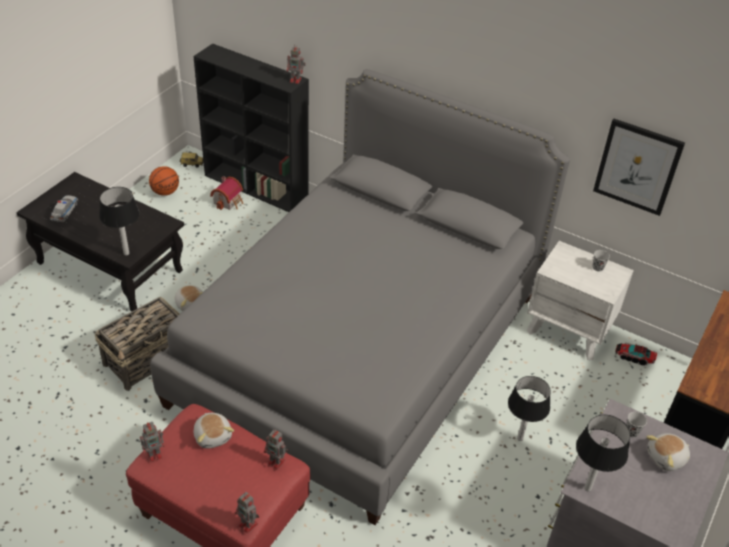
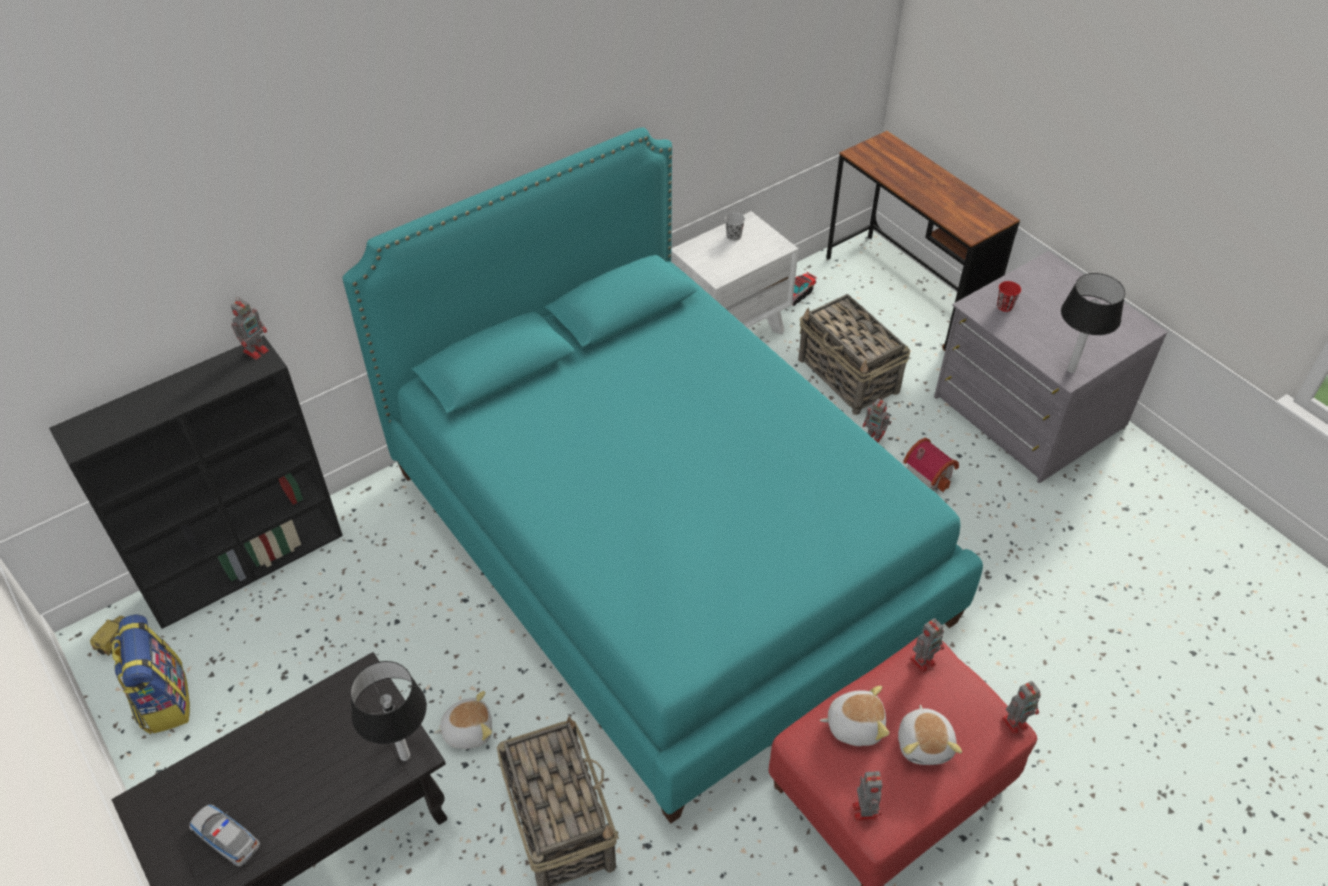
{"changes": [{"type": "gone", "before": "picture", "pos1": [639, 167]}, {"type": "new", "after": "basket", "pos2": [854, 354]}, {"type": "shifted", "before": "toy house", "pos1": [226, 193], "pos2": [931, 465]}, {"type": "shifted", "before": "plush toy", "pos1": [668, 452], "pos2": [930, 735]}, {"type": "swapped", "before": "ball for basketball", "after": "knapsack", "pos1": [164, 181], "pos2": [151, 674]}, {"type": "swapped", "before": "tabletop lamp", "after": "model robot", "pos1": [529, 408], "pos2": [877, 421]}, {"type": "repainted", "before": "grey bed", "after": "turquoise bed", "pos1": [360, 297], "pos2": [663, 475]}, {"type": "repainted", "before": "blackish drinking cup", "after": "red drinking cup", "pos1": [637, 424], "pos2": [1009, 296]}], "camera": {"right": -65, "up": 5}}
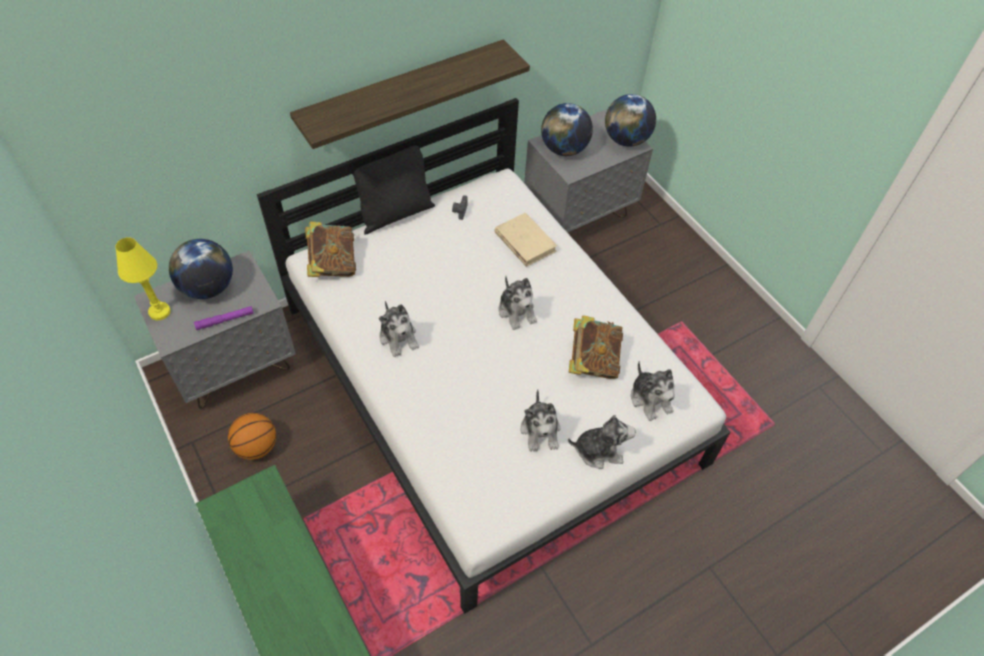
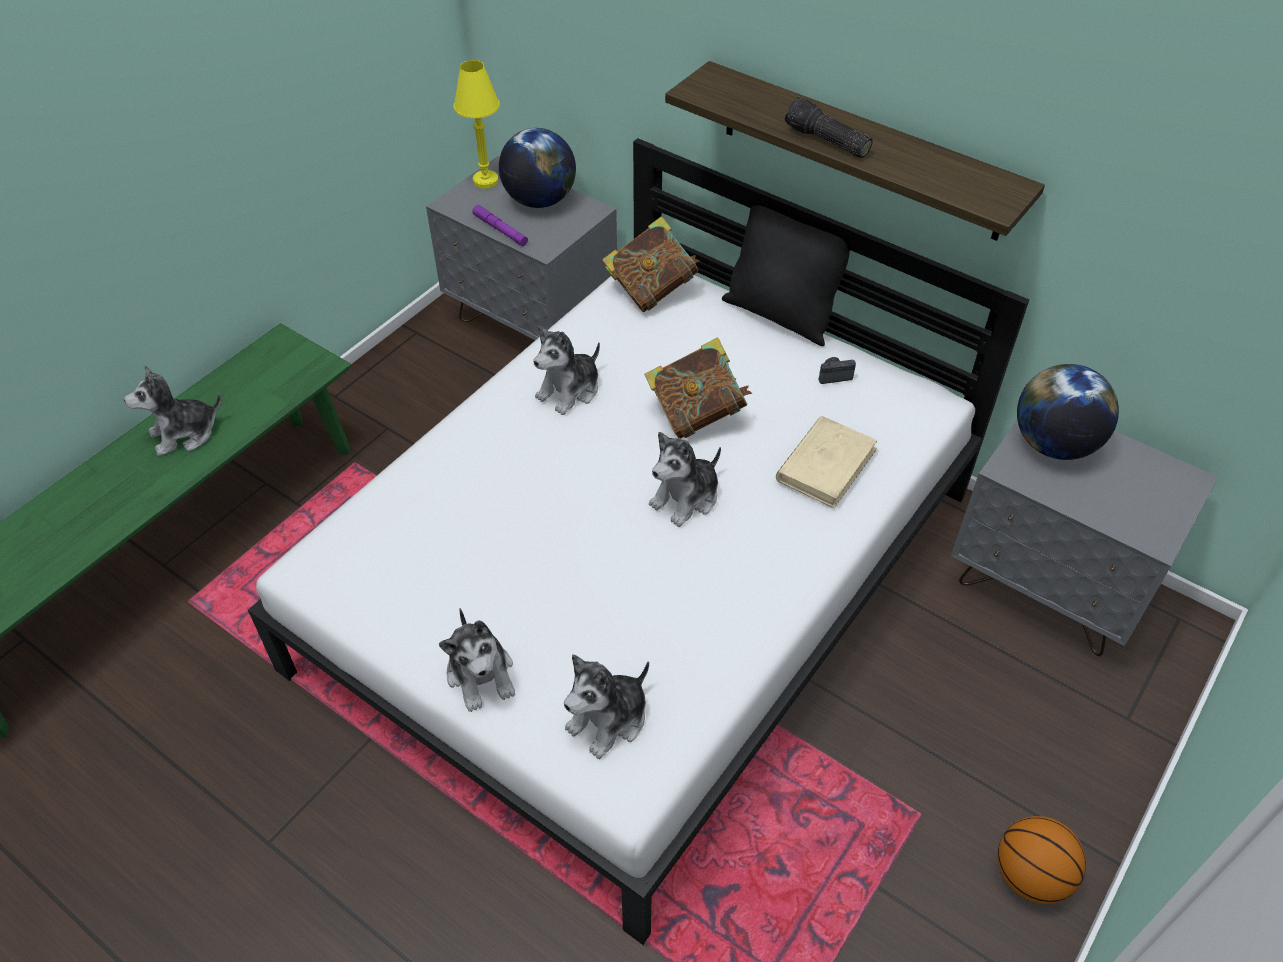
{"changes": [{"type": "gone", "before": "desk globe", "pos1": [630, 120]}, {"type": "new", "after": "hand torch", "pos2": [829, 127]}, {"type": "shifted", "before": "ball for basketball", "pos1": [252, 436], "pos2": [1042, 860]}, {"type": "shifted", "before": "plush toy", "pos1": [540, 421], "pos2": [173, 410]}, {"type": "shifted", "before": "volume", "pos1": [596, 347], "pos2": [698, 387]}], "camera": {"right": 70, "up": -5}}
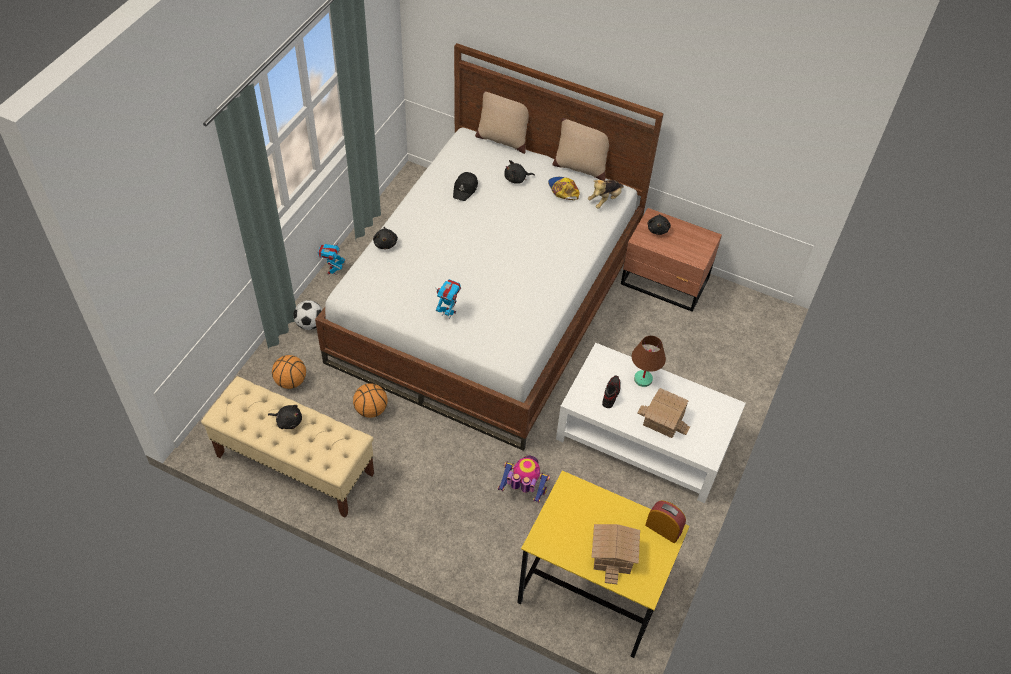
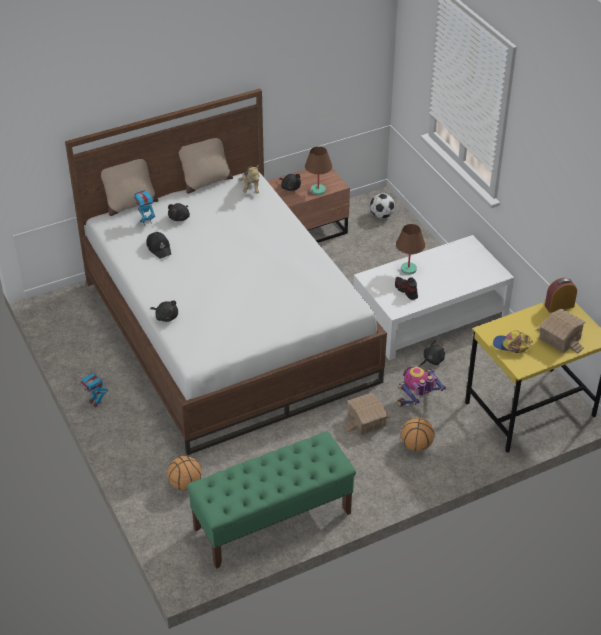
{"changes": [{"type": "new", "after": "brown tabletop lamp", "pos2": [318, 170]}, {"type": "shifted", "before": "blackish plush toy", "pos1": [285, 417], "pos2": [432, 354]}, {"type": "shifted", "before": "ball for football", "pos1": [307, 315], "pos2": [382, 206]}, {"type": "shifted", "before": "ball for basketball", "pos1": [370, 400], "pos2": [418, 434]}, {"type": "shifted", "before": "model robot", "pos1": [448, 299], "pos2": [144, 207]}, {"type": "shifted", "before": "peaked cap", "pos1": [564, 188], "pos2": [513, 341]}, {"type": "shifted", "before": "toy house", "pos1": [663, 413], "pos2": [367, 414]}, {"type": "repainted", "before": "sand-coloured long seat", "after": "green-coloured long seat", "pos1": [287, 447], "pos2": [271, 500]}], "camera": {"right": -50, "up": -10}}
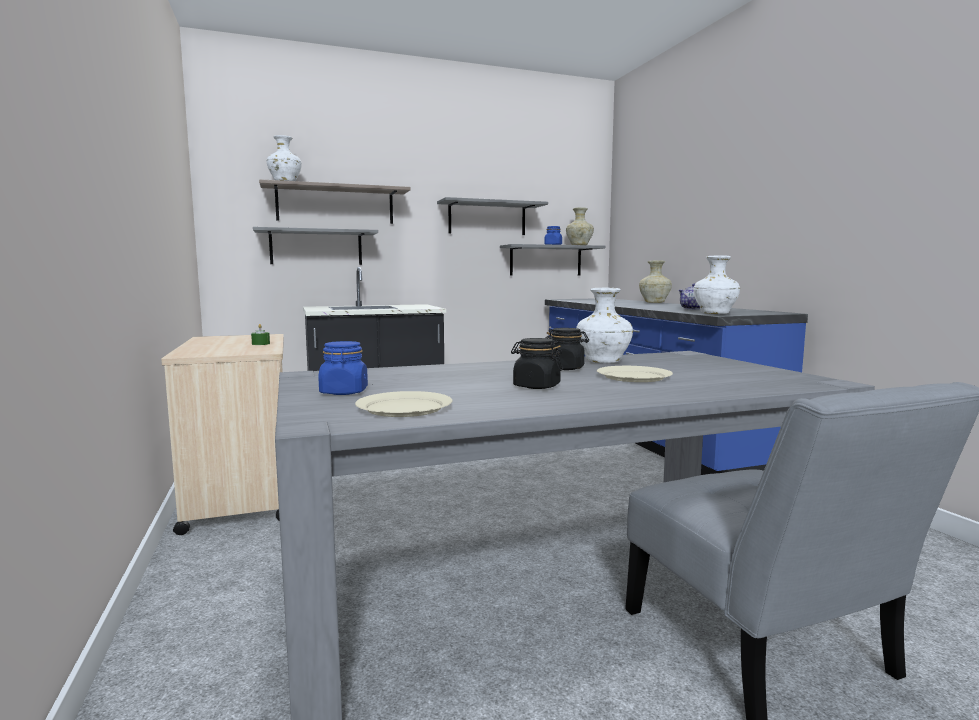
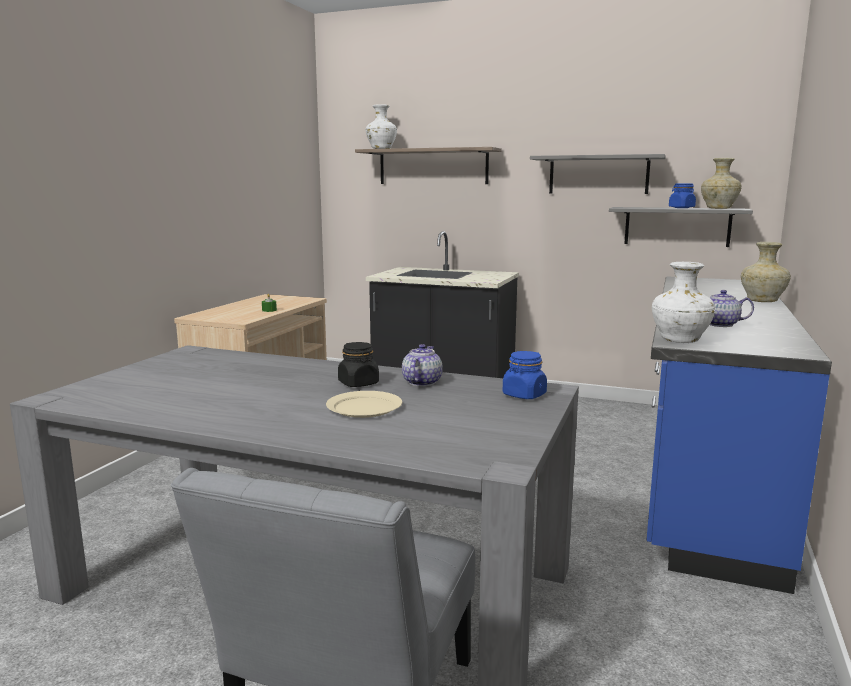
{"changes": [{"type": "gone", "before": "grey shelf", "pos1": [315, 246]}, {"type": "gone", "before": "sand-coloured plate", "pos1": [403, 404]}, {"type": "gone", "before": "blackish preserve jar", "pos1": [537, 363]}, {"type": "shifted", "before": "blue-coloured preserve jar", "pos1": [343, 368], "pos2": [525, 375]}, {"type": "swapped", "before": "white flower vase", "after": "tea pot", "pos1": [604, 325], "pos2": [422, 365]}], "camera": {"right": 40, "up": 5}}
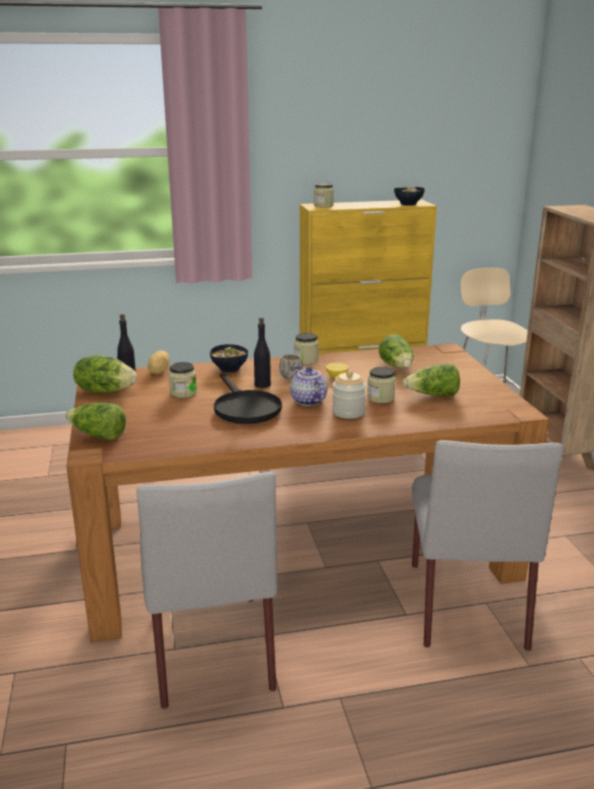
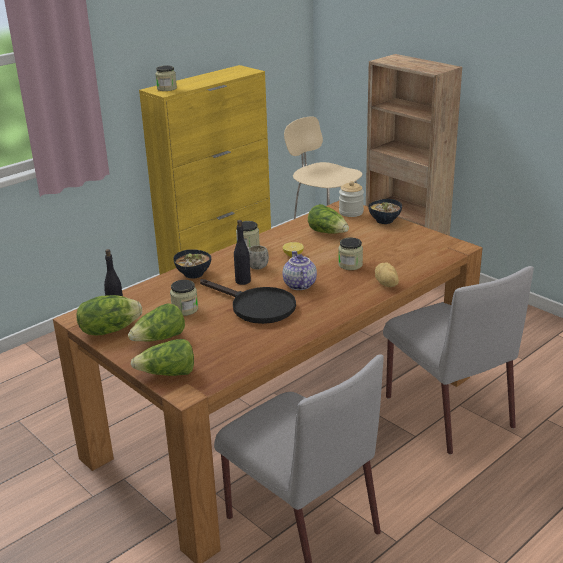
{"changes": [{"type": "shifted", "before": "spud", "pos1": [159, 362], "pos2": [387, 275]}, {"type": "shifted", "before": "preserve jar", "pos1": [349, 394], "pos2": [351, 199]}, {"type": "shifted", "before": "deep dish", "pos1": [409, 195], "pos2": [385, 211]}, {"type": "shifted", "before": "lettuce head", "pos1": [431, 380], "pos2": [156, 322]}, {"type": "rotated", "before": "tea pot", "pos1": [309, 386], "pos2": [300, 270], "turn": 45}], "camera": {"right": -30, "up": 5}}
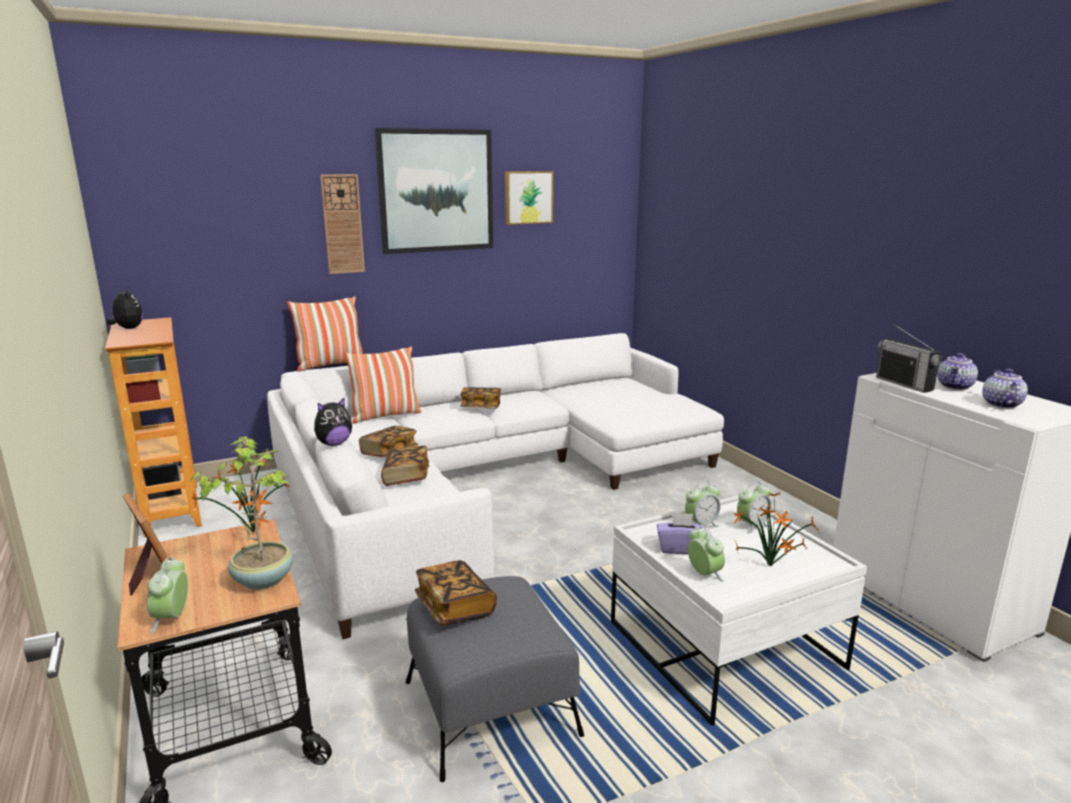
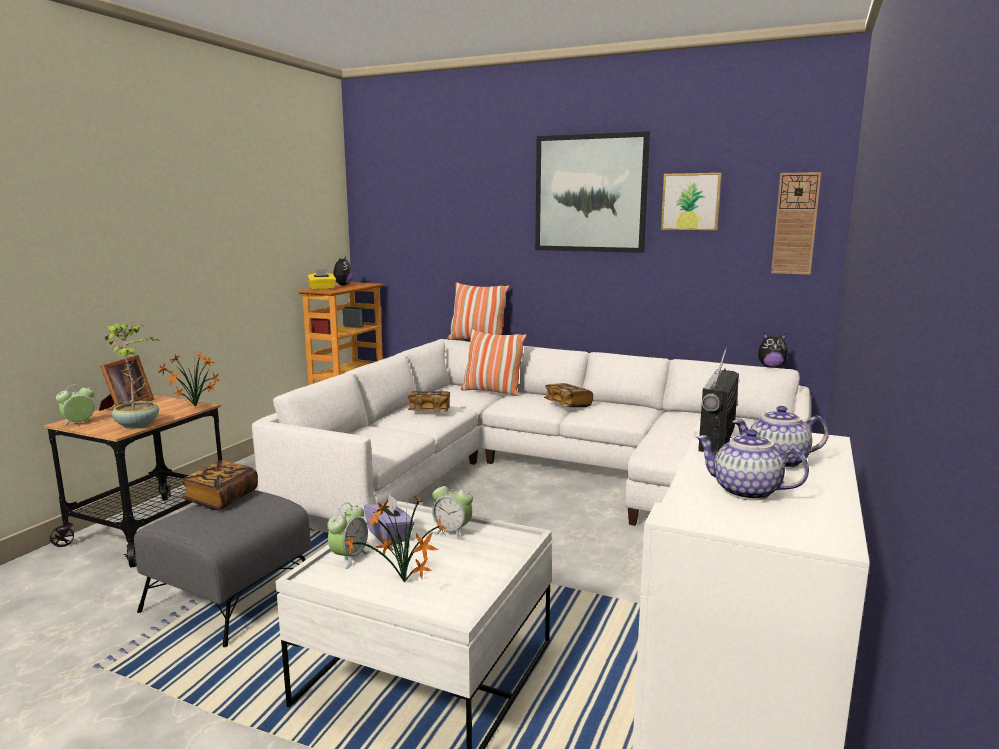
{"changes": [{"type": "gone", "before": "volume", "pos1": [405, 466]}, {"type": "gone", "before": "alarm clock", "pos1": [754, 507]}, {"type": "new", "after": "yellowish tissue holder", "pos2": [321, 279]}, {"type": "shifted", "before": "plush toy", "pos1": [333, 421], "pos2": [773, 350]}, {"type": "shifted", "before": "hanging clock", "pos1": [342, 224], "pos2": [796, 223]}, {"type": "rotated", "before": "tea pot", "pos1": [1005, 388], "pos2": [752, 464], "turn": -120}], "camera": {"right": 50, "up": -5}}
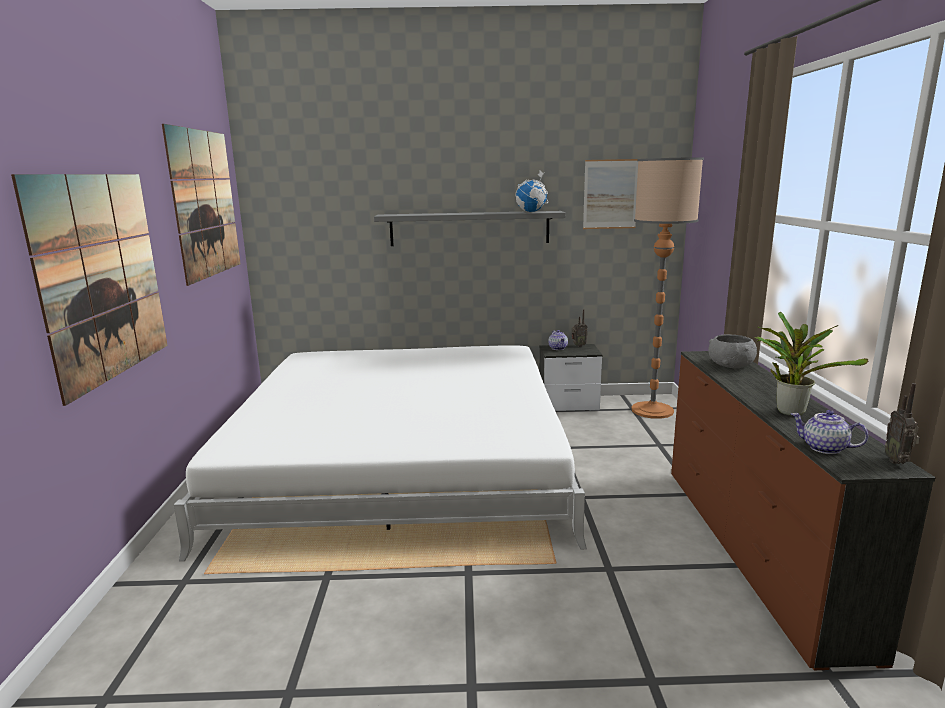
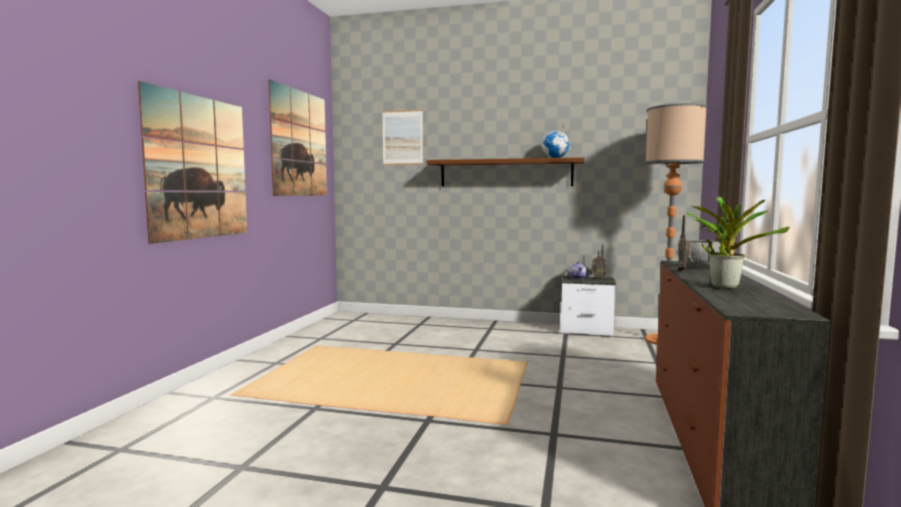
{"changes": [{"type": "gone", "before": "white bed", "pos1": [380, 453]}, {"type": "gone", "before": "tea pot", "pos1": [829, 432]}, {"type": "shifted", "before": "picture", "pos1": [610, 194], "pos2": [402, 137]}, {"type": "shifted", "before": "radio set", "pos1": [902, 423], "pos2": [685, 243]}, {"type": "repainted", "before": "grey shelf", "after": "brown shelf", "pos1": [470, 228], "pos2": [505, 172]}], "camera": {"right": 15, "up": -10}}
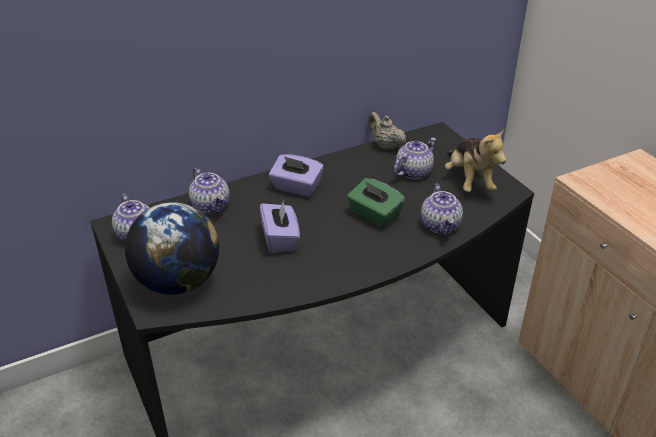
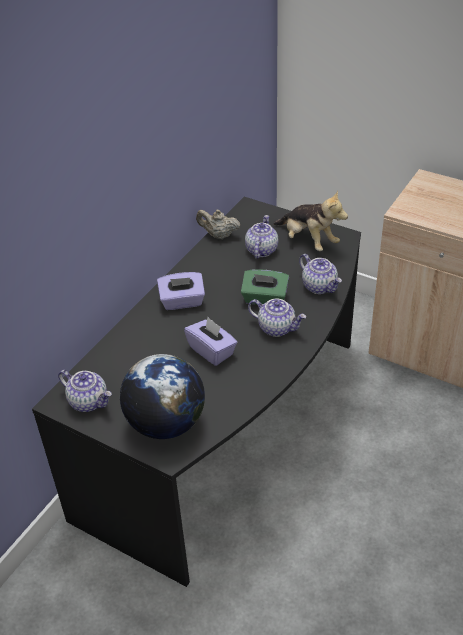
{"changes": [{"type": "shifted", "before": "tea pot", "pos1": [209, 191], "pos2": [277, 317]}], "camera": {"right": -30, "up": 5}}
